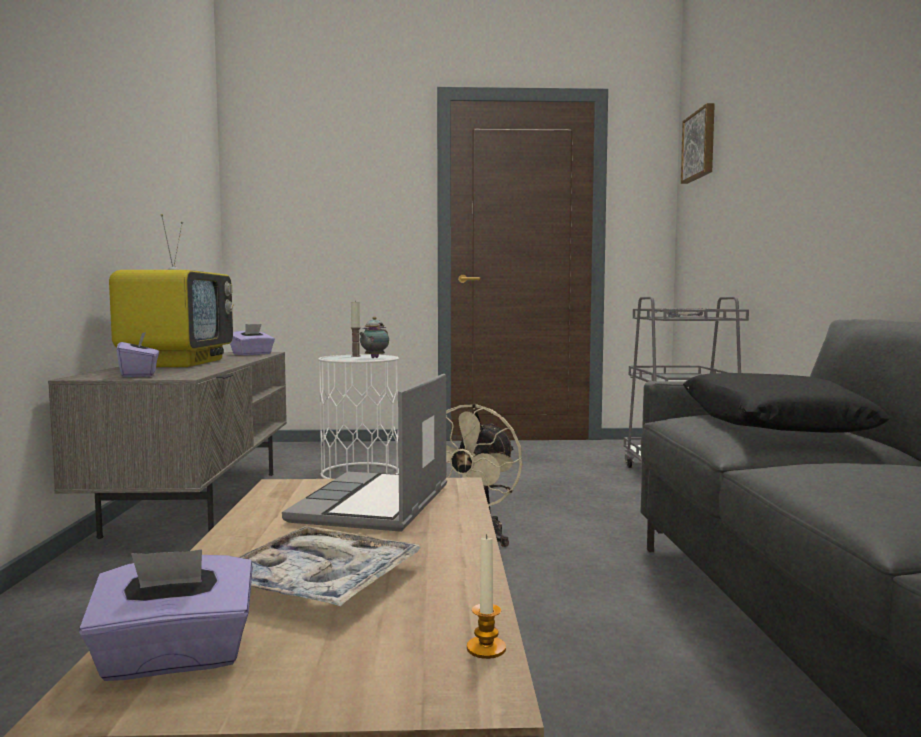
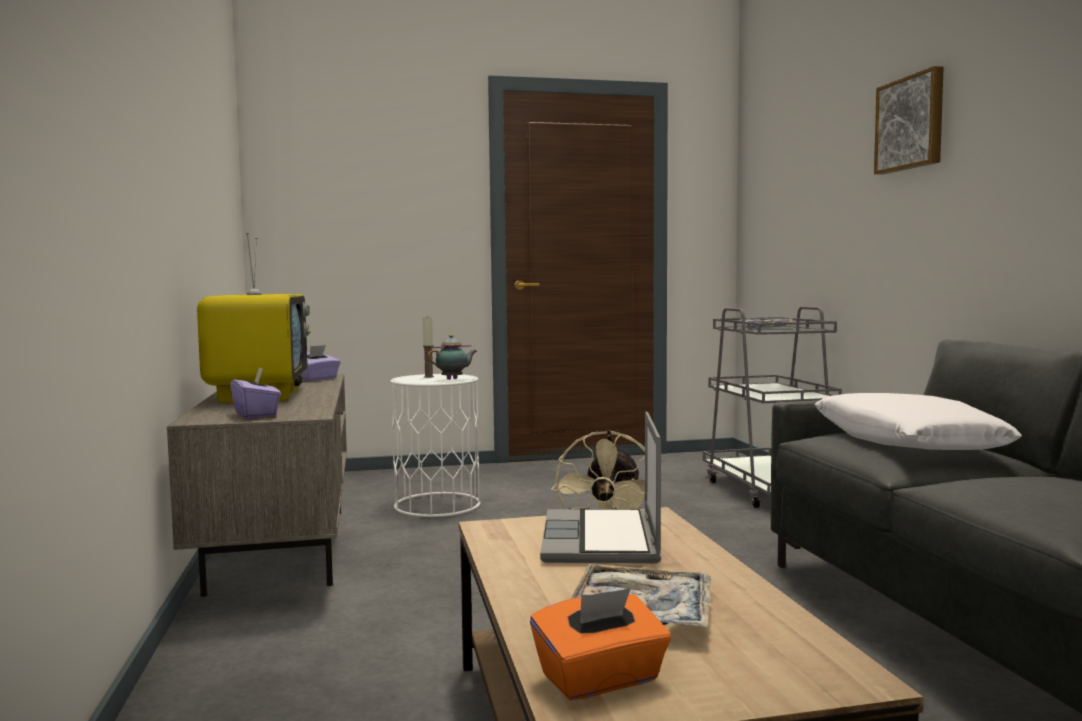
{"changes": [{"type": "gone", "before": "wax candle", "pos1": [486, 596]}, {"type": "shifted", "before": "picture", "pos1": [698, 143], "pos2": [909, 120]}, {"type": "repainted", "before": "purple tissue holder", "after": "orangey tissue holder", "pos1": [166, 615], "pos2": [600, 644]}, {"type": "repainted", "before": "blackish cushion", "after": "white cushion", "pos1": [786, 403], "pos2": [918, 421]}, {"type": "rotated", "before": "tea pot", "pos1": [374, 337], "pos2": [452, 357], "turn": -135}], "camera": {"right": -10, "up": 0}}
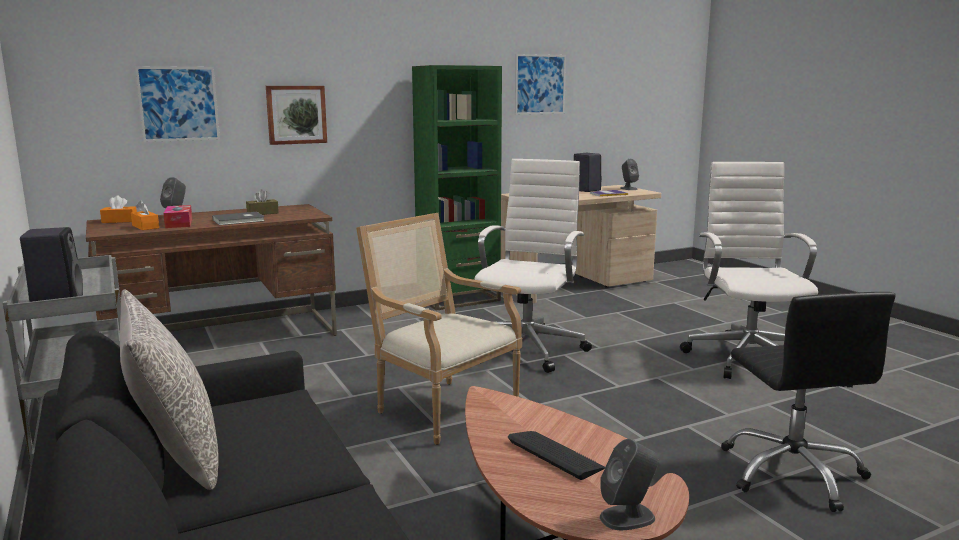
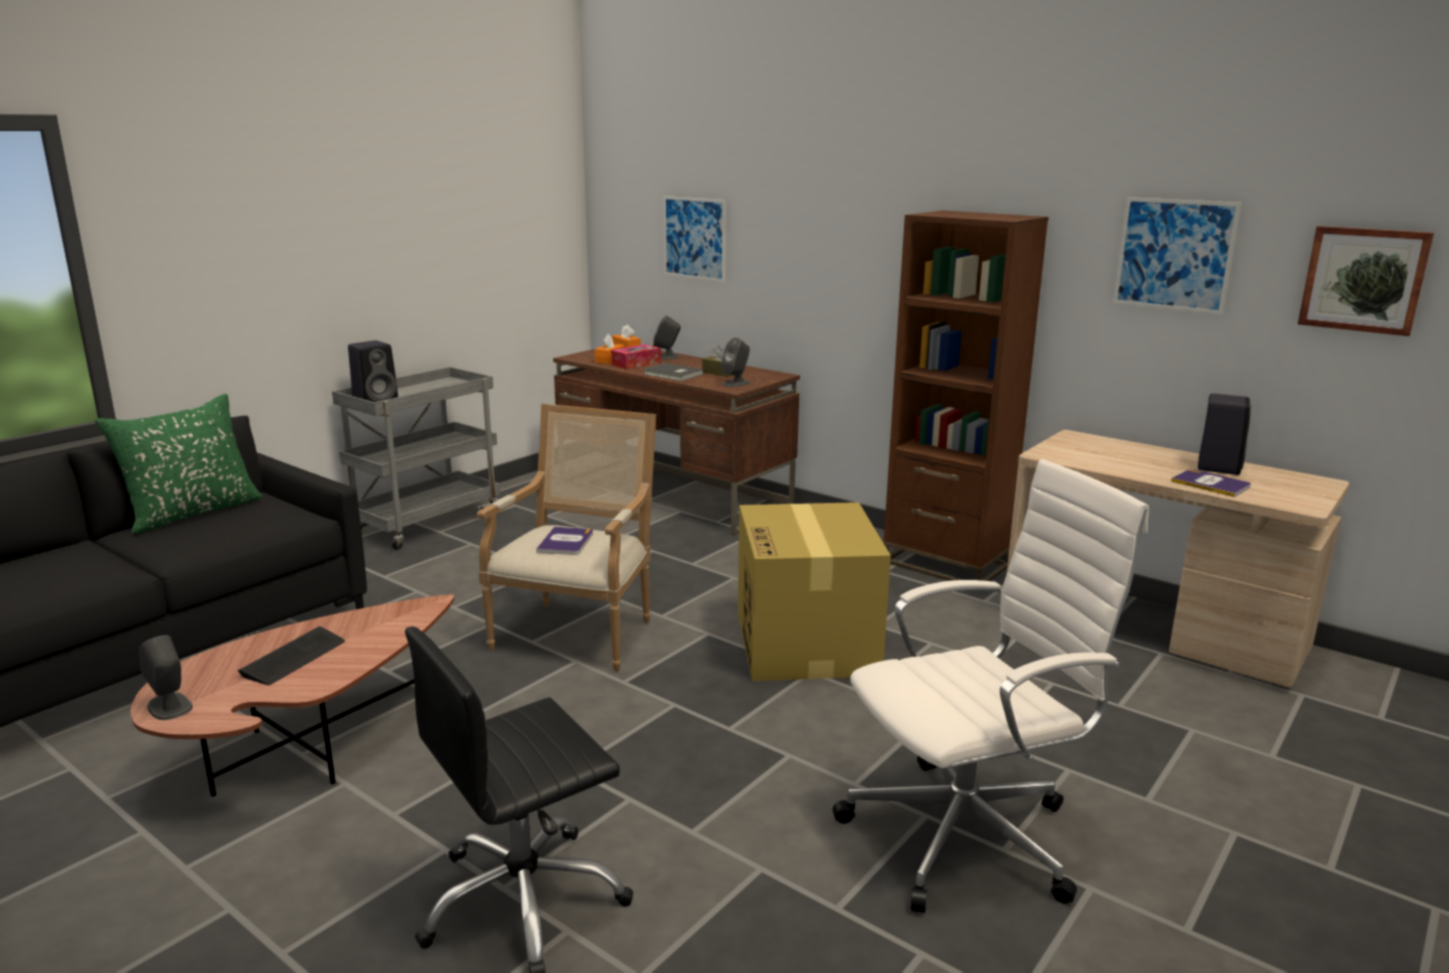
{"changes": [{"type": "new", "after": "volume", "pos2": [564, 541]}, {"type": "shifted", "before": "picture", "pos1": [296, 115], "pos2": [1366, 281]}, {"type": "shifted", "before": "grey audio speaker", "pos1": [629, 174], "pos2": [735, 362]}, {"type": "swapped", "before": "white computer chair", "after": "cardboard box", "pos1": [533, 266], "pos2": [814, 591]}, {"type": "repainted", "before": "grey cushion", "after": "green-coloured cushion", "pos1": [169, 389], "pos2": [178, 464]}, {"type": "repainted", "before": "green-coloured shelving unit", "after": "brown shelving unit", "pos1": [457, 188], "pos2": [966, 396]}], "camera": {"right": 65, "up": 5}}
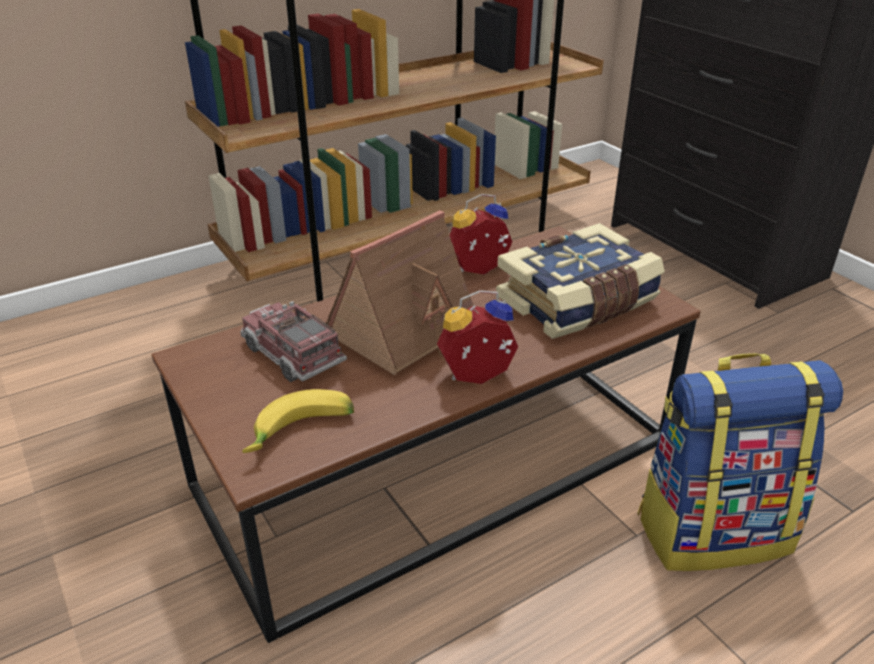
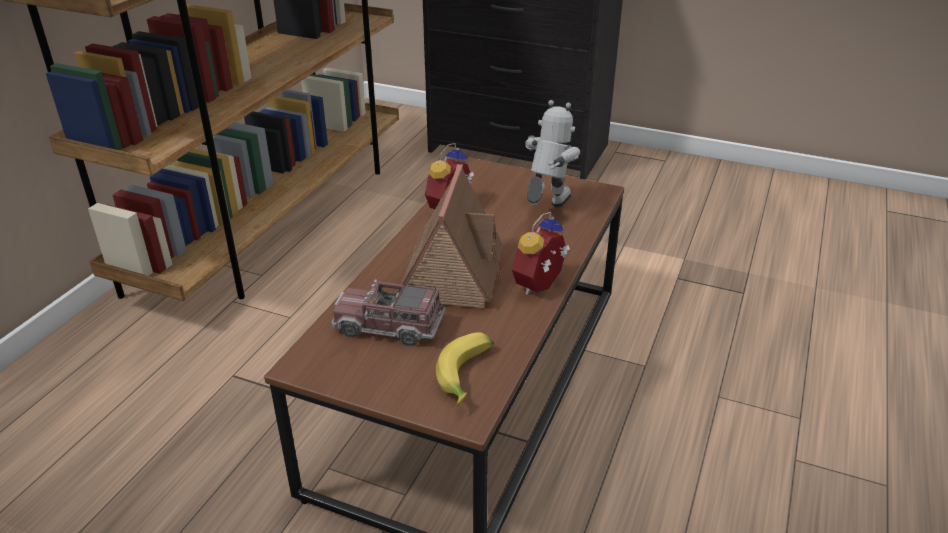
{"changes": [{"type": "gone", "before": "knapsack", "pos1": [740, 462]}, {"type": "swapped", "before": "volume", "after": "model robot", "pos1": [580, 281], "pos2": [552, 154]}], "camera": {"right": -35, "up": 0}}
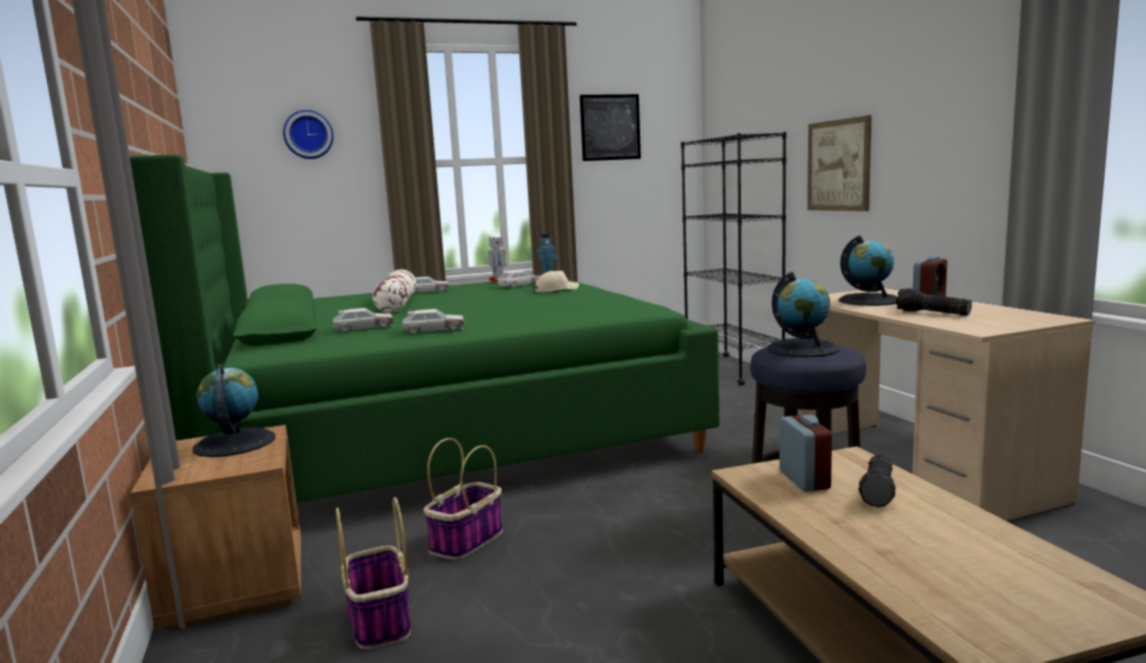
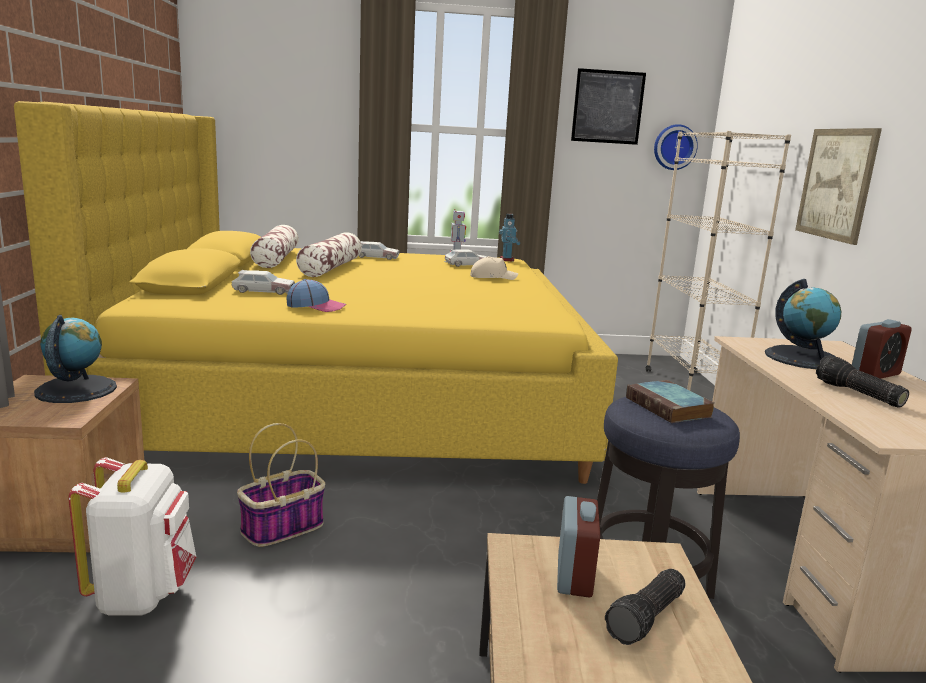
{"changes": [{"type": "new", "after": "cushion", "pos2": [274, 246]}, {"type": "shifted", "before": "hanging clock", "pos1": [308, 134], "pos2": [676, 147]}, {"type": "swapped", "before": "basket", "after": "white knapsack", "pos1": [373, 573], "pos2": [132, 536]}, {"type": "swapped", "before": "model car", "after": "peaked cap", "pos1": [433, 321], "pos2": [316, 295]}, {"type": "swapped", "before": "desk globe", "after": "volume", "pos1": [804, 314], "pos2": [670, 401]}, {"type": "repainted", "before": "green-coloured bed", "after": "yellowish bed", "pos1": [424, 328], "pos2": [316, 292]}, {"type": "repainted", "before": "blackish shelving unit", "after": "sand-coloured shelving unit", "pos1": [734, 258], "pos2": [718, 260]}], "camera": {"right": 15, "up": 5}}
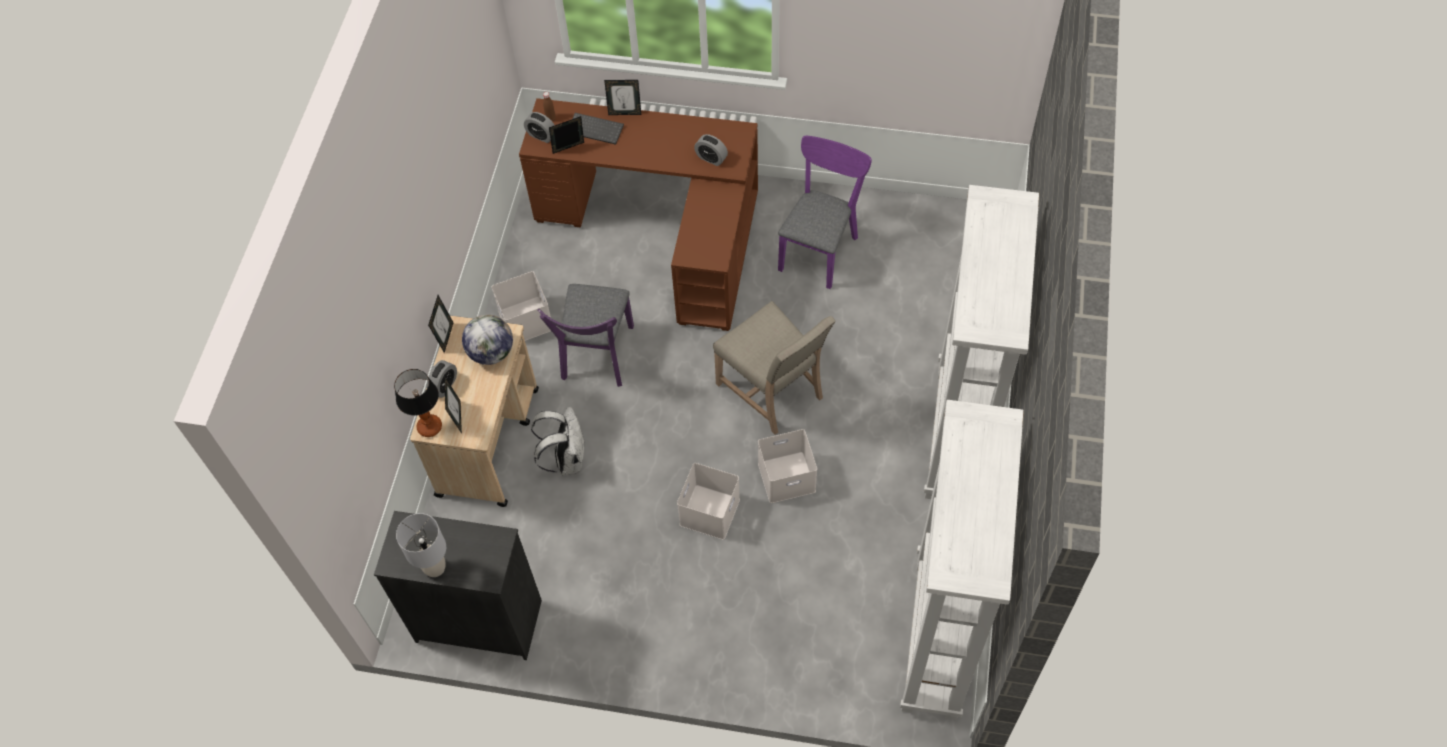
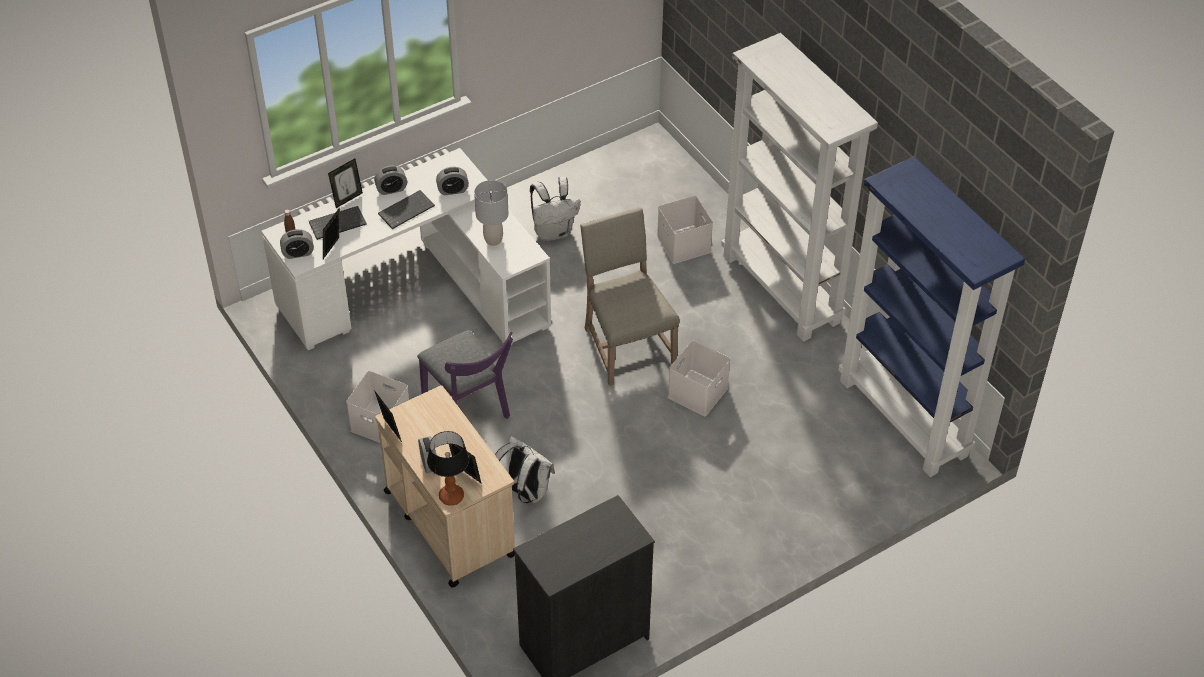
{"changes": [{"type": "gone", "before": "desk globe", "pos1": [487, 340]}, {"type": "new", "after": "alarm clock", "pos2": [390, 180]}, {"type": "new", "after": "PC keyboard", "pos2": [406, 209]}, {"type": "shifted", "before": "grey tabletop lamp", "pos1": [421, 545], "pos2": [491, 213]}, {"type": "shifted", "before": "white storage bin", "pos1": [708, 501], "pos2": [685, 230]}, {"type": "swapped", "before": "purple upright chair", "after": "white knapsack", "pos1": [825, 212], "pos2": [555, 209]}, {"type": "repainted", "before": "brown desk", "after": "white desk", "pos1": [638, 214], "pos2": [406, 249]}, {"type": "repainted", "before": "white shelving unit", "after": "blue-coloured shelving unit", "pos1": [962, 560], "pos2": [931, 316]}, {"type": "rotated", "before": "sand-coloured upright chair", "pos1": [774, 368], "pos2": [630, 296], "turn": -120}], "camera": {"right": -45, "up": -10}}
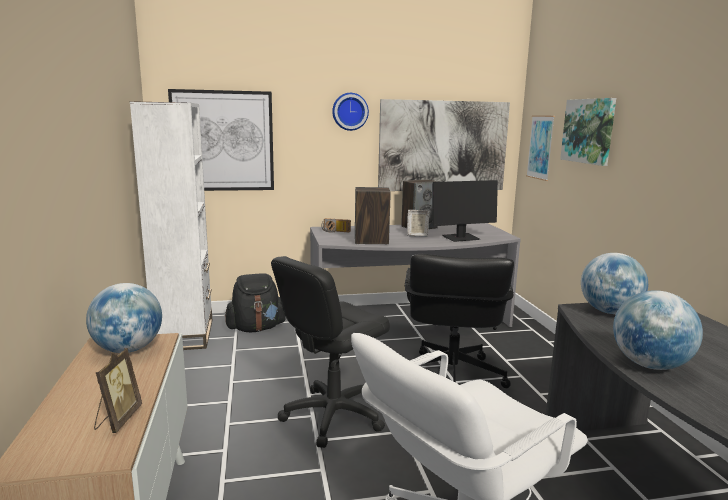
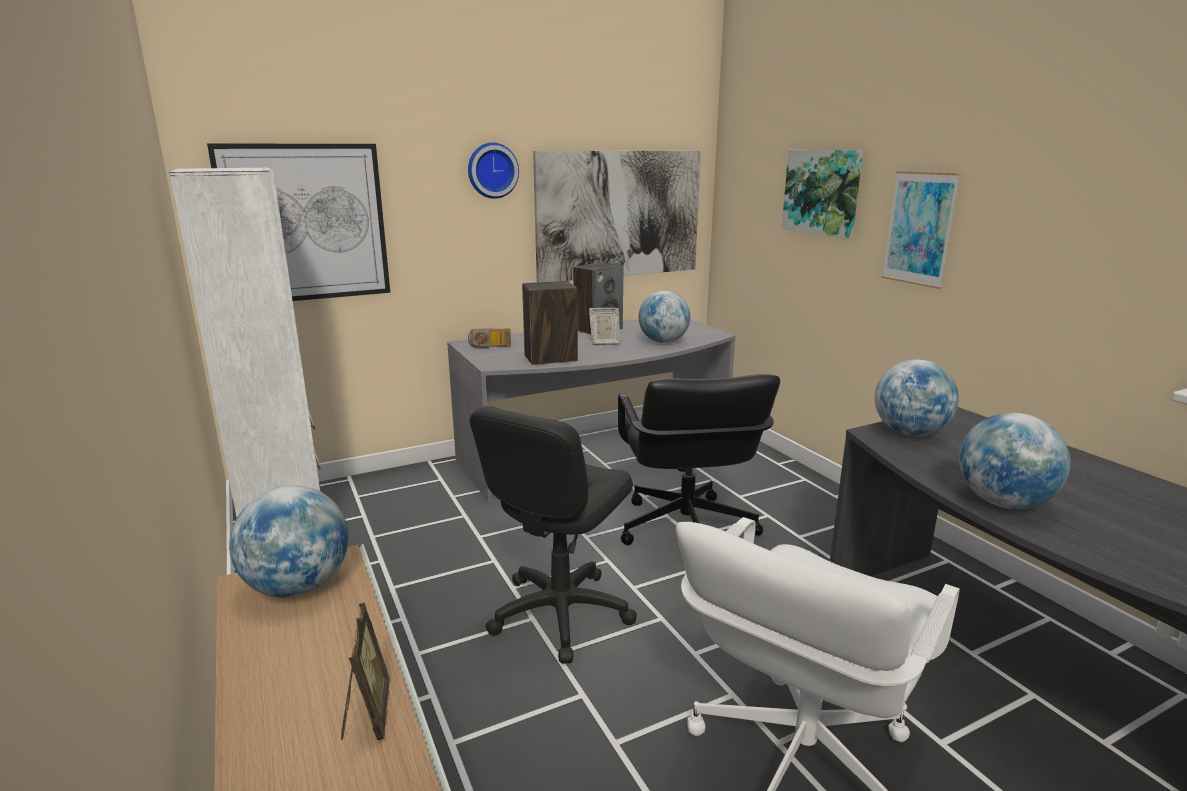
{"changes": [{"type": "gone", "before": "blackish knapsack", "pos1": [255, 302]}, {"type": "shifted", "before": "picture", "pos1": [540, 148], "pos2": [921, 230]}, {"type": "swapped", "before": "computer screen", "after": "desk globe", "pos1": [465, 211], "pos2": [664, 317]}], "camera": {"right": -15, "up": 5}}
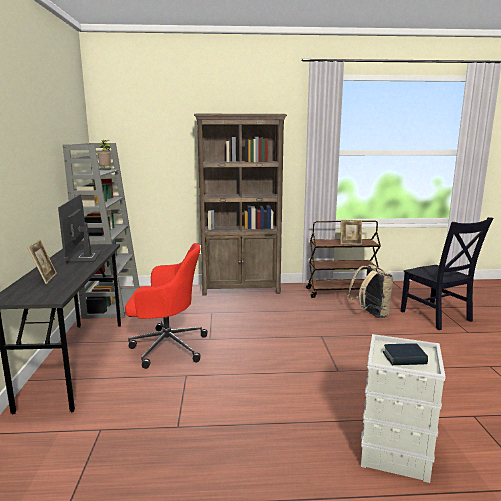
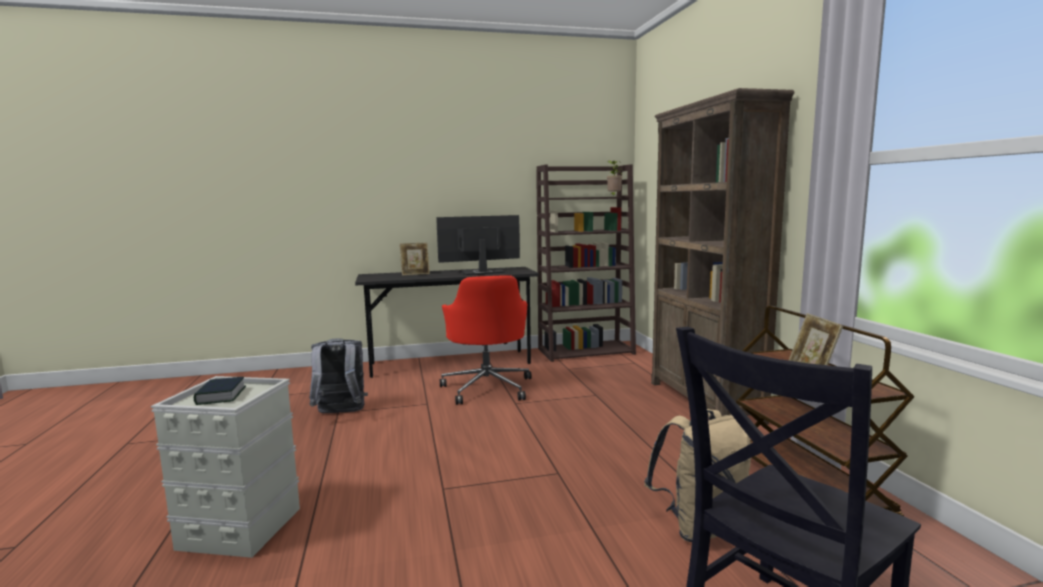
{"changes": [{"type": "new", "after": "grey knapsack", "pos2": [338, 375]}, {"type": "repainted", "before": "grey shelving unit", "after": "brown shelving unit", "pos1": [101, 231], "pos2": [586, 263]}], "camera": {"right": 80, "up": -5}}
